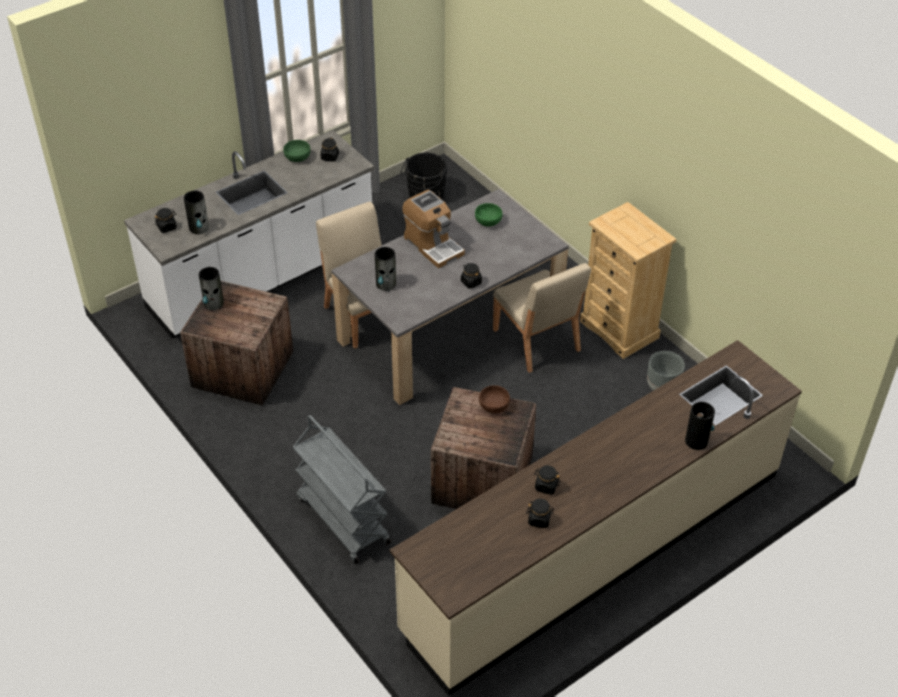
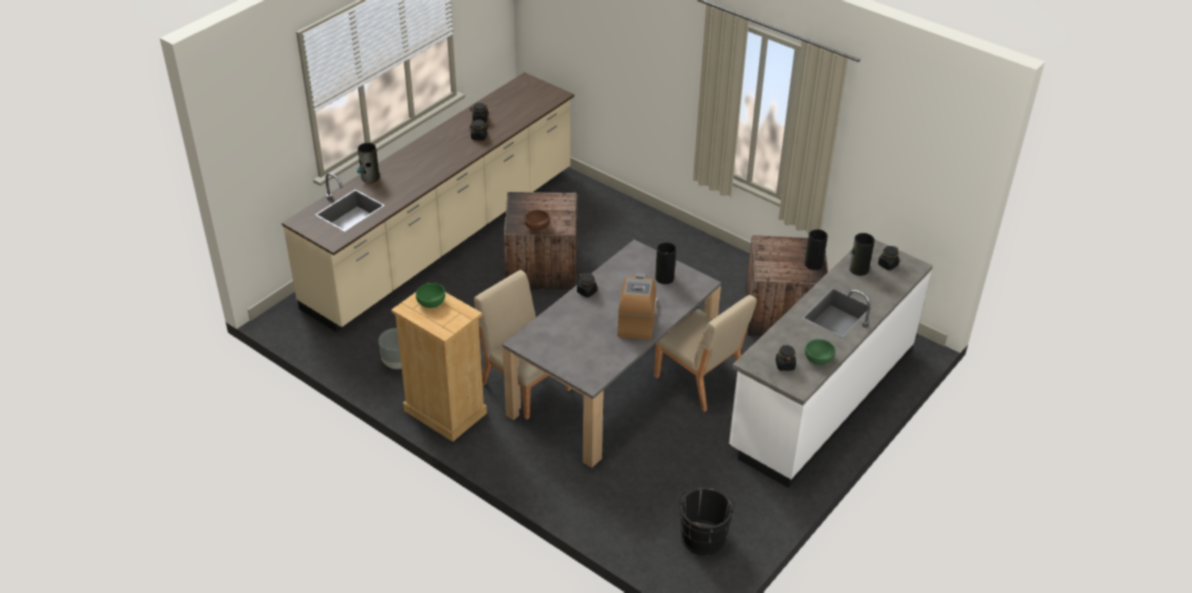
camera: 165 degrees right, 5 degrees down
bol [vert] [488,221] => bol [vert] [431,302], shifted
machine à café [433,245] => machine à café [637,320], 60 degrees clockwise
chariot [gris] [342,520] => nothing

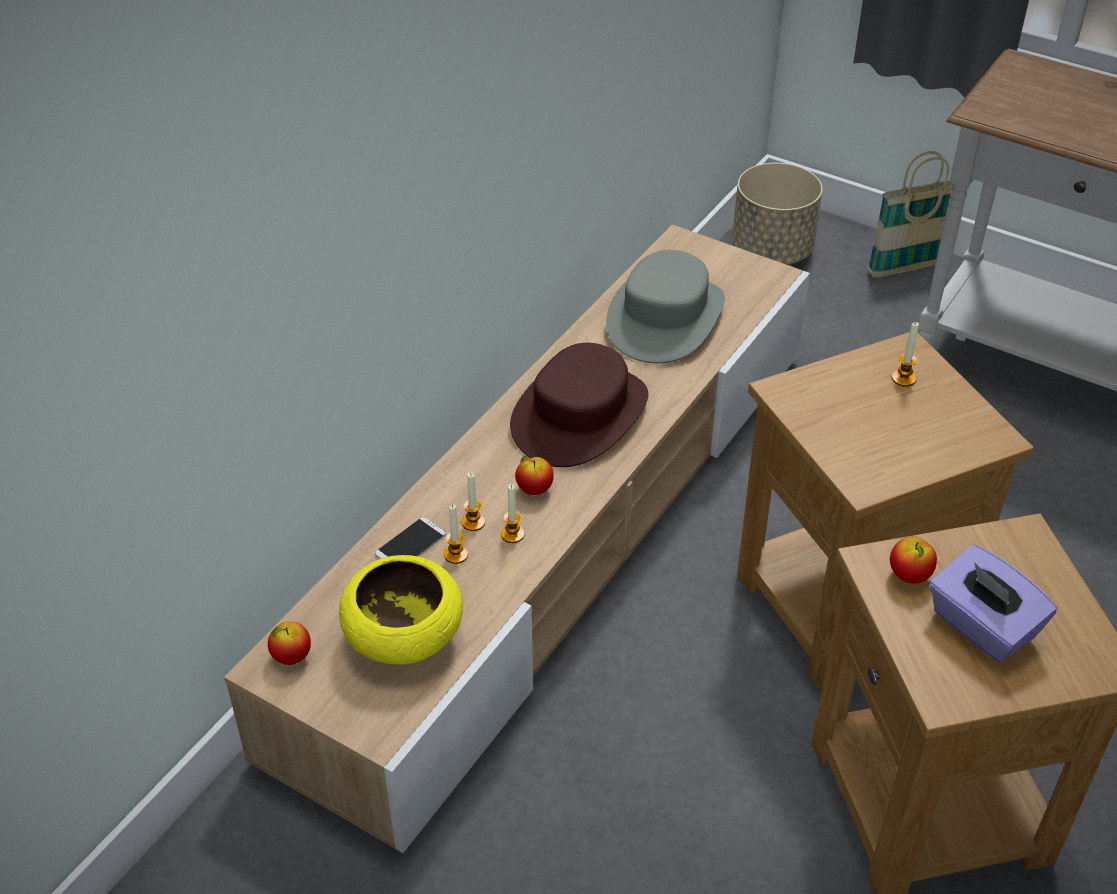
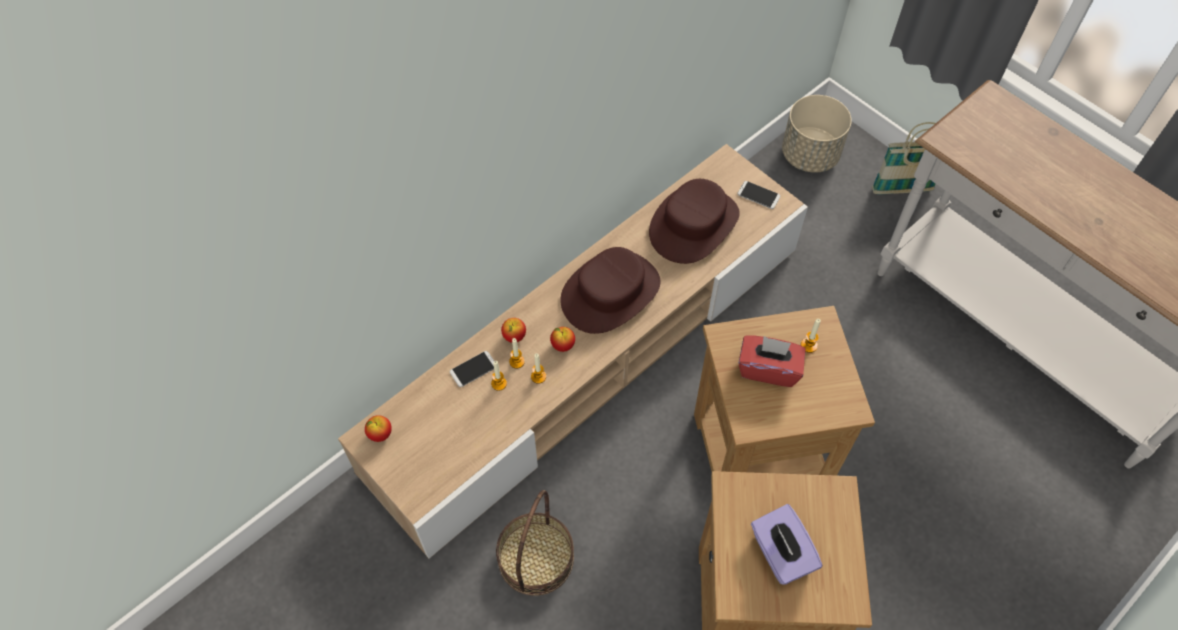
camera: 15 degrees right, 15 degrees up
nothing => panier [536,558]
pomme [909,576] => pomme [514,336], shifted
chapeau [gris] [664,317] => chapeau [marron] [693,224]
nothing => téléphone [758,195]
nothing => boîte à mouchoirs [rouge] [768,369]
bol [jaune] [405,637] => nothing

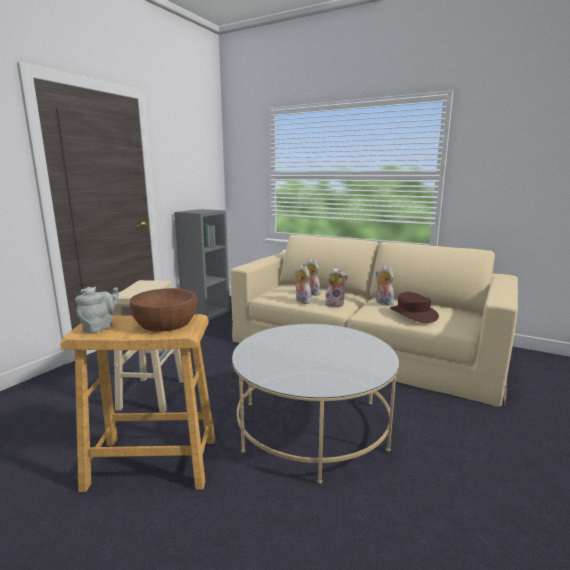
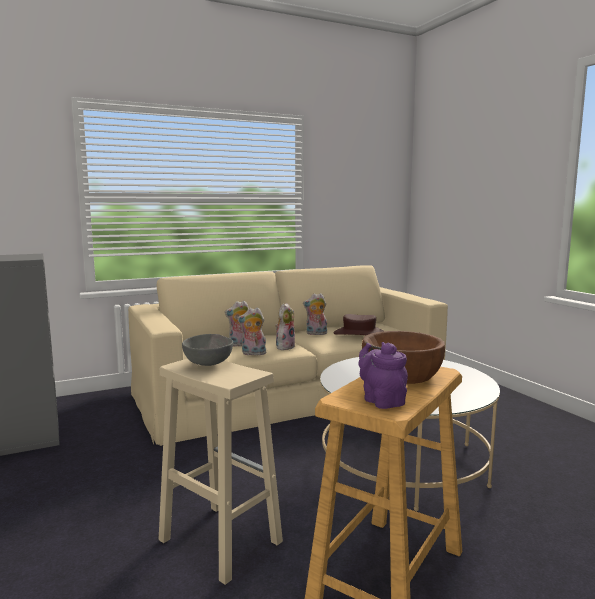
camera: 55 degrees left, 5 degrees down
nothing => bol [gris] [209,363]
théière [gris] [100,327] => théière [violet] [381,400]

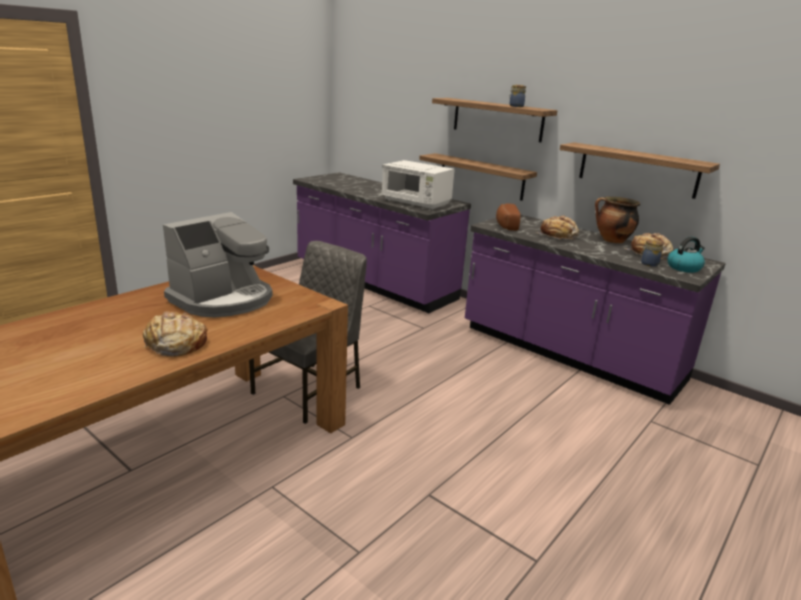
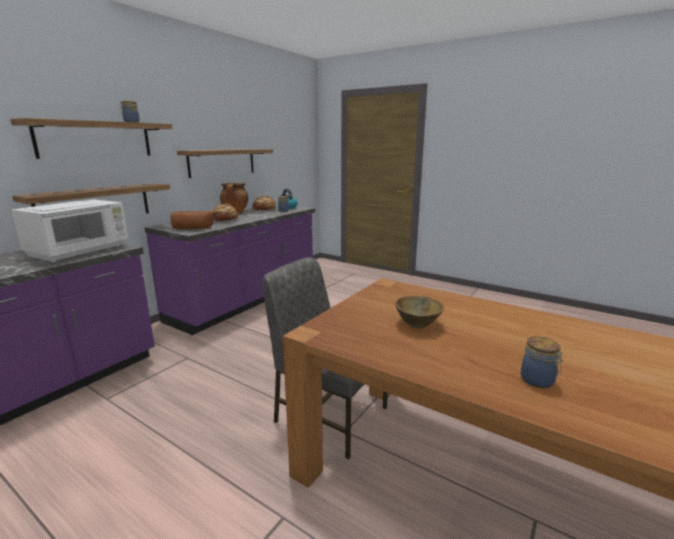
camera: 95 degrees left, 5 degrees down
machine à café [223,299] => bol [marron] [418,324]
nothing => bocal [538,381]
pain [175,344] => nothing

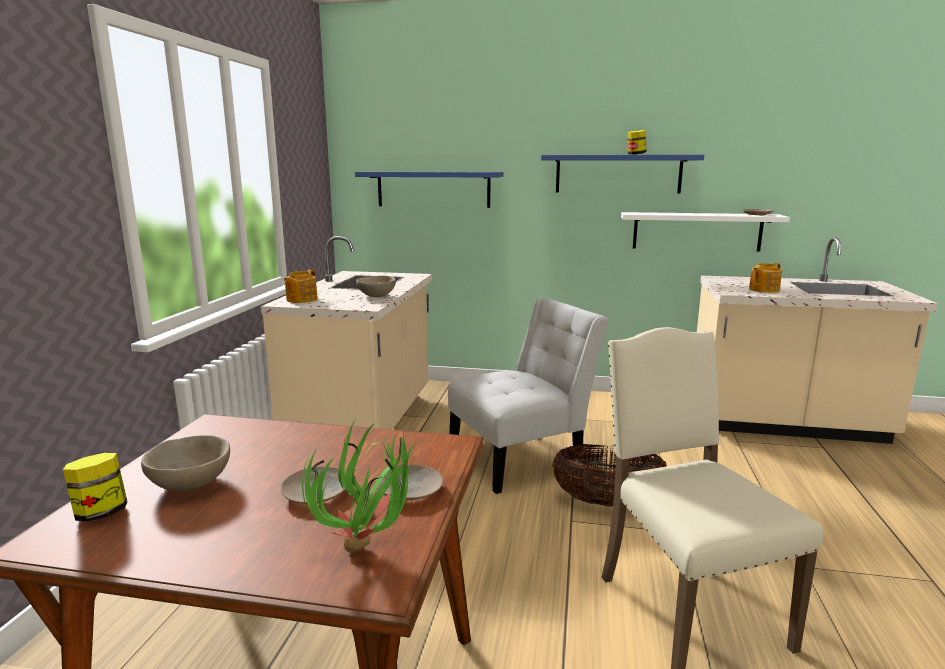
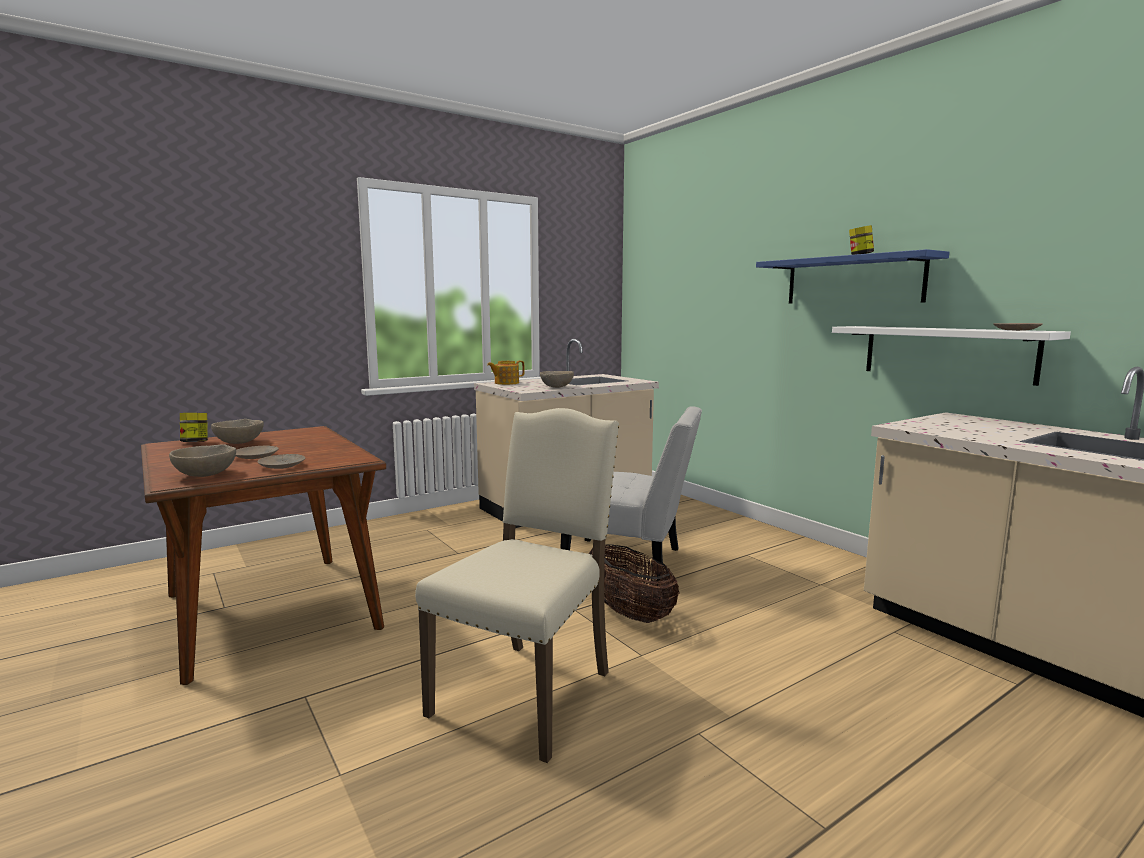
camera: 45 degrees right, 5 degrees down
plante en pot [371,550] => bol [beige] [206,475]
étagère [bleu] [433,189] => nothing
théière [763,290] => nothing

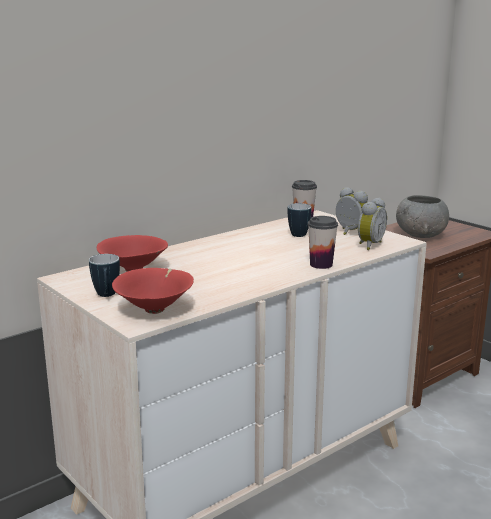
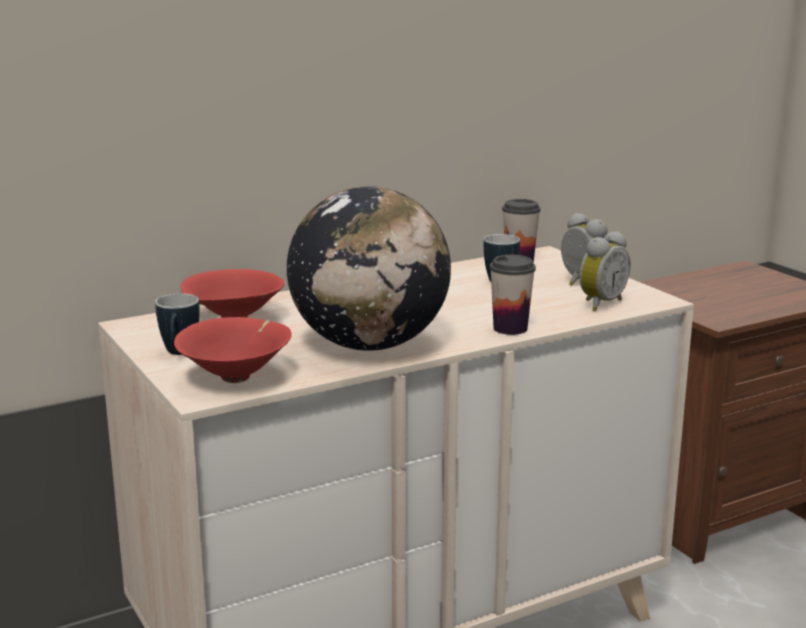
camera: 10 degrees right, 0 degrees up
nothing => globe [369,345]
bol [gris] [421,235] => nothing

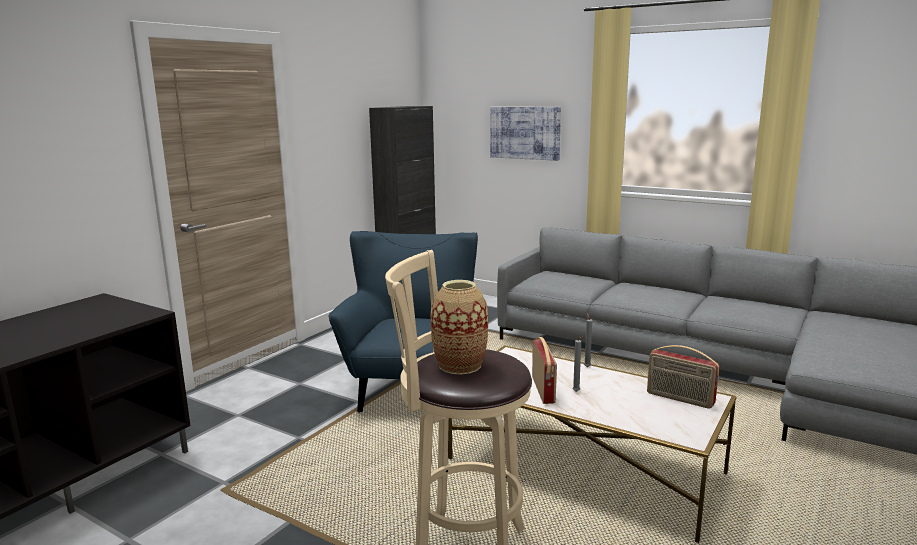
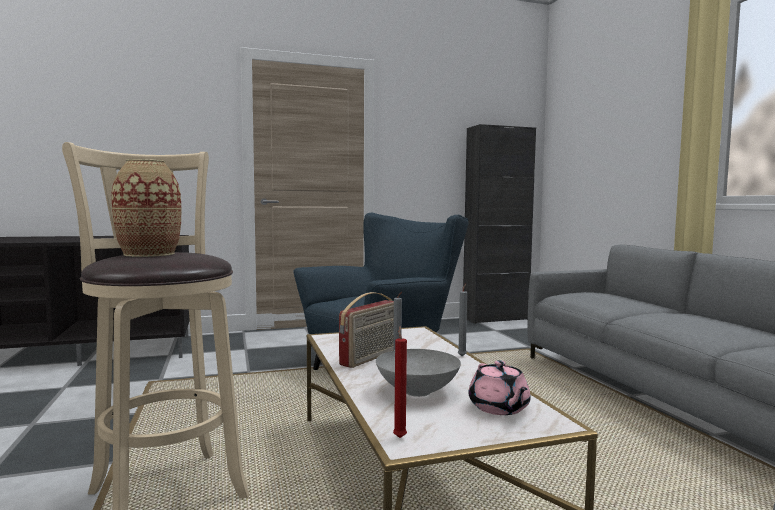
camera: 40 degrees right, 10 degrees down
nothing => bol [gris] [418,392]
nothing => bougie [rouge] [400,437]
radio [679,399] => théière [rose] [499,408]
tableau [525,133] => nothing

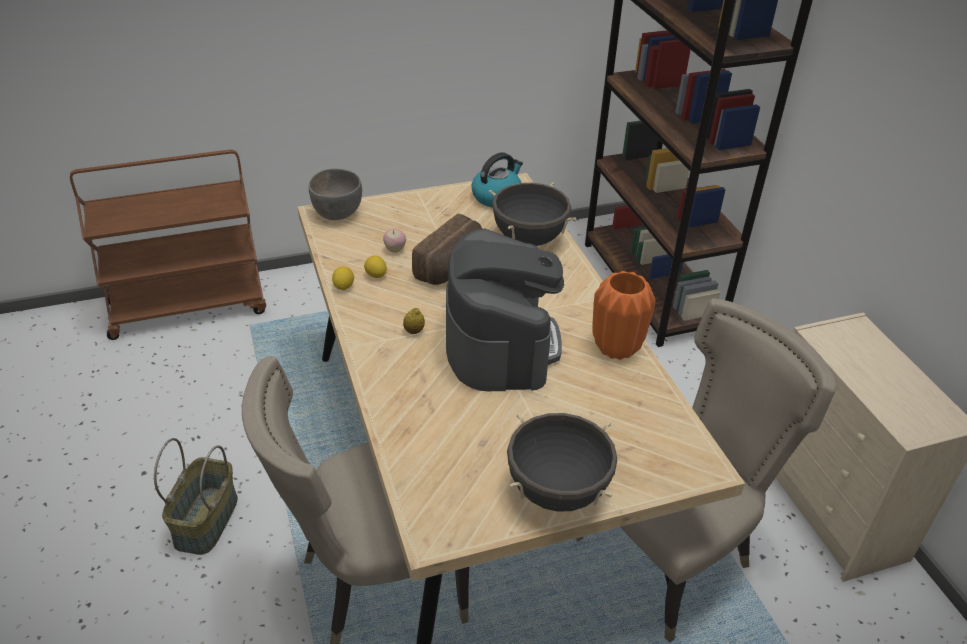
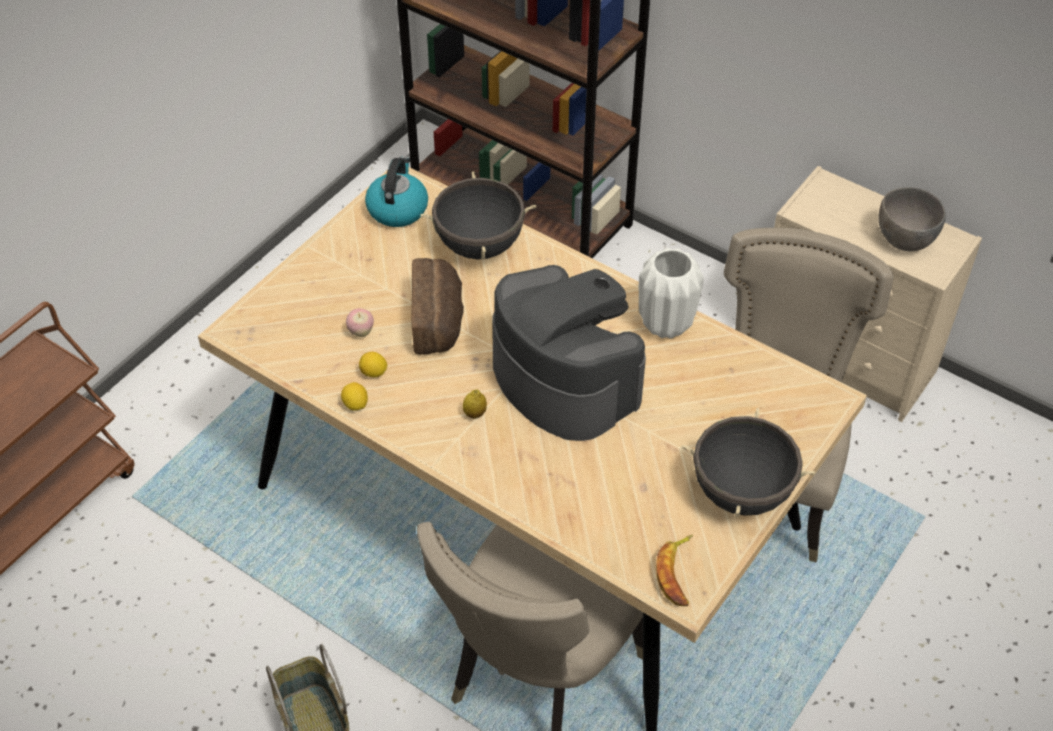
camera: 35 degrees left, 10 degrees up
vase [orange] [616,348] => vase [blanc] [666,325]
nothing => banane [677,574]
bol [gris] [337,213] => bol [gris] [904,239], shifted

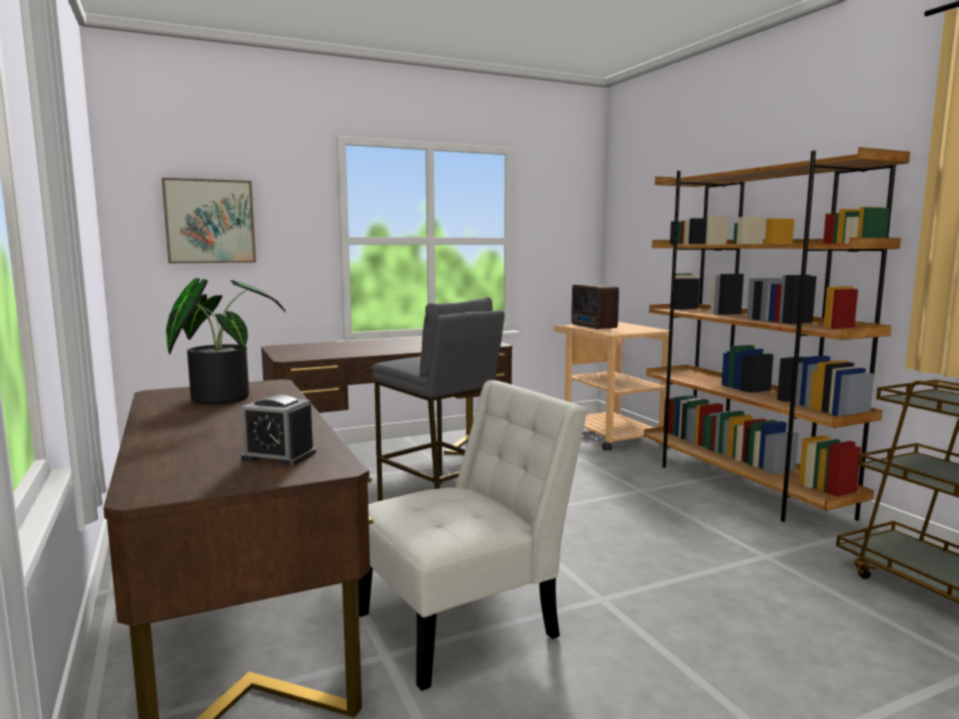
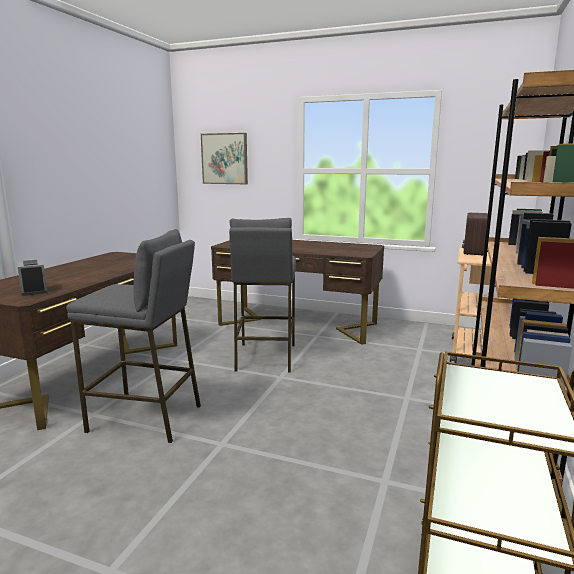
camera: 45 degrees right, 5 degrees up
chaise [blanc] [466,621] => tabouret [gris] [146,418]
plante en pot [222,397] => nothing

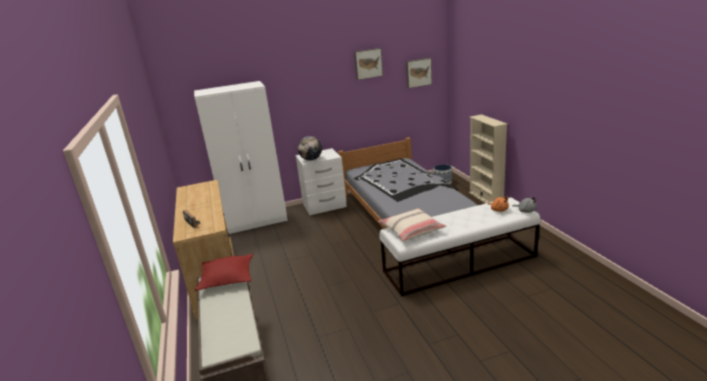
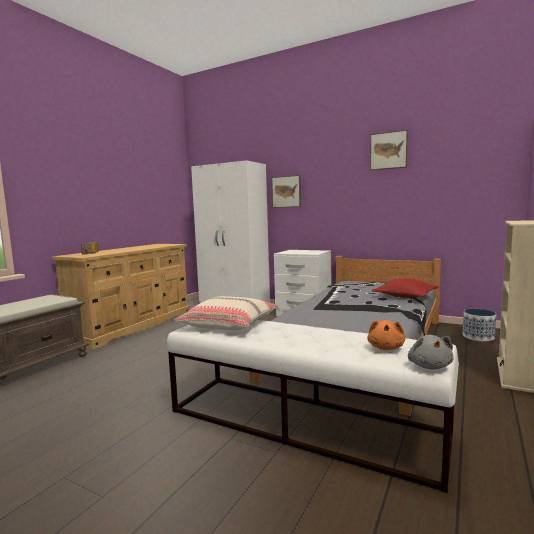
camera: 45 degrees right, 15 degrees down
tableau [418,72] => tableau [287,191], shifted
coussin [rouge] [227,278] => coussin [rouge] [405,296], shifted
globe [311,159] => nothing

